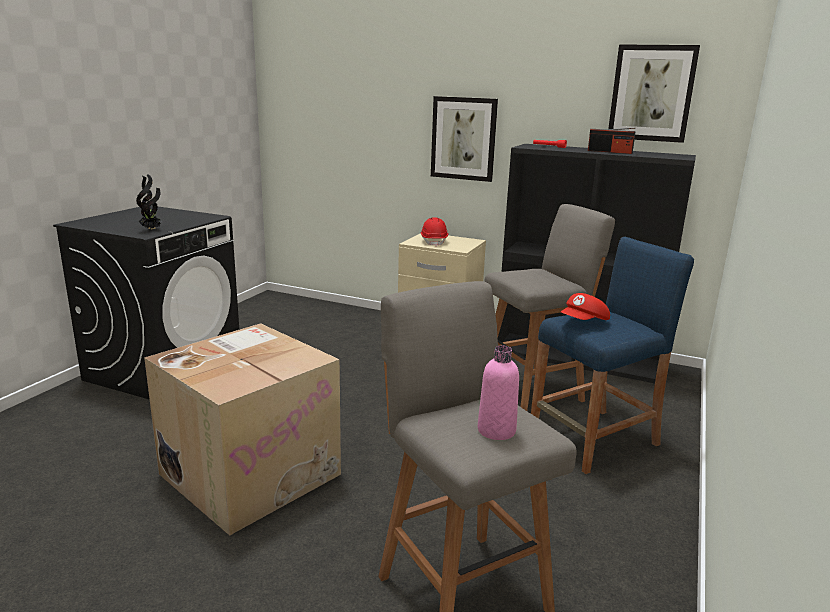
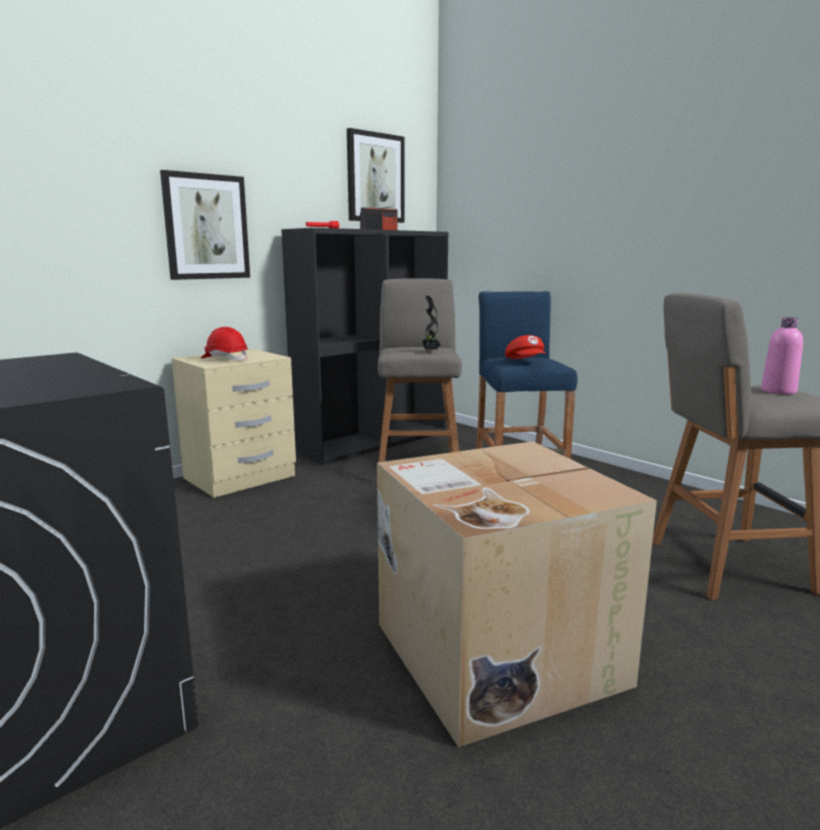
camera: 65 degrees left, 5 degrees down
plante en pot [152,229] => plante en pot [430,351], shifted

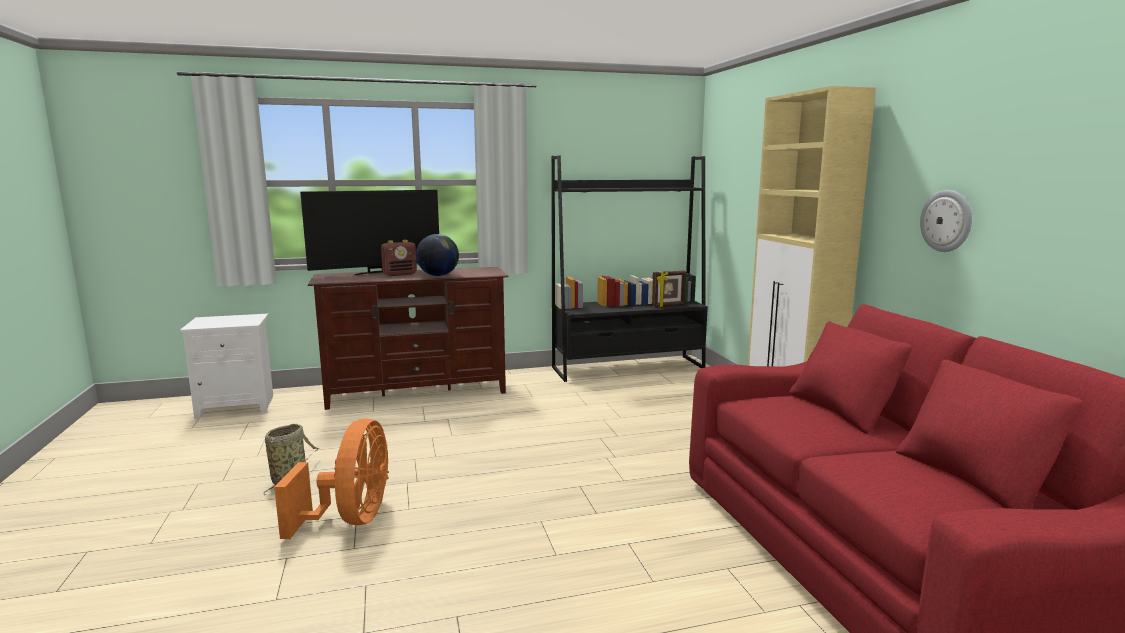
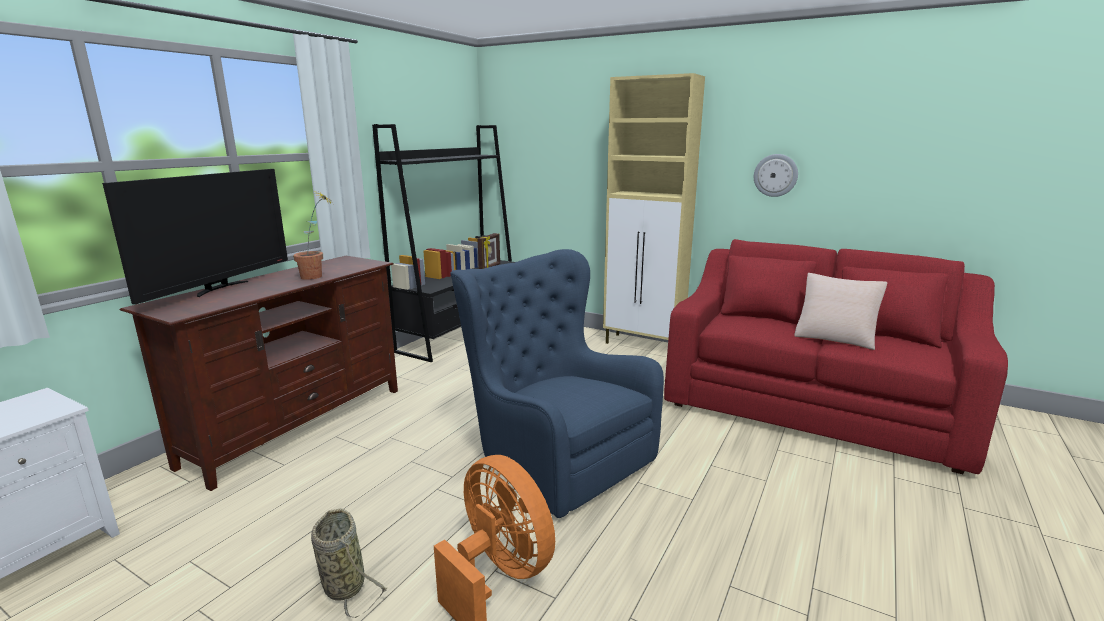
camera: 45 degrees left, 5 degrees up
globe [438,275] => plante en pot [318,276]
nothing => fauteuil [bleu] [552,456]
nothing => coussin [beige] [835,337]
radio [400,274] => nothing

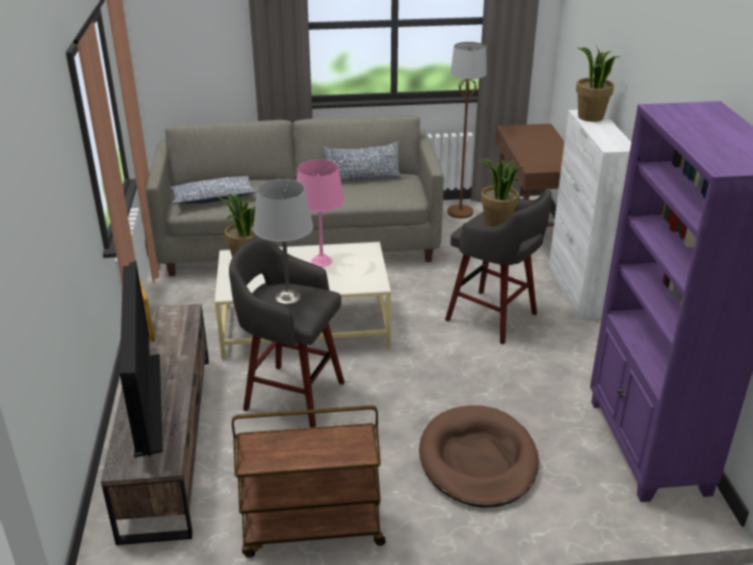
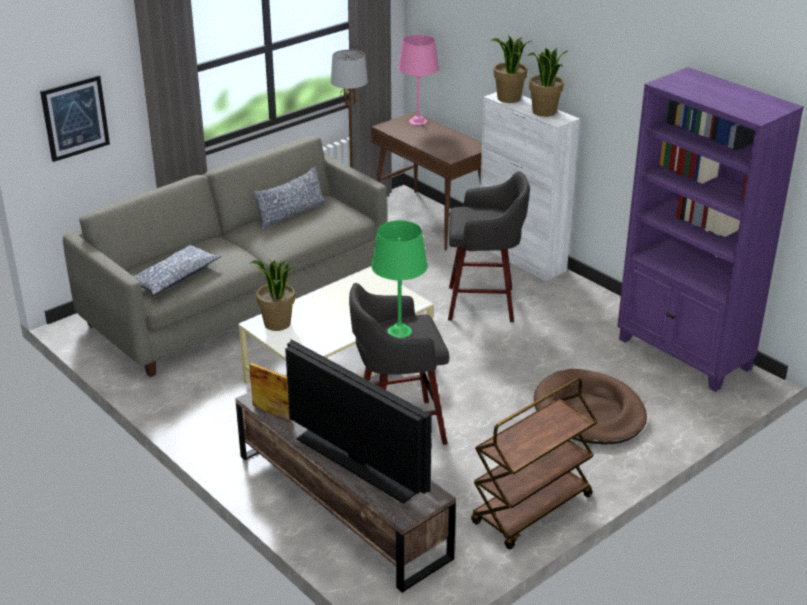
camera: 35 degrees left, 0 degrees up
nothing => tableau [75,117]
lampe de table [gris] [287,297] => lampe de table [vert] [399,331]
lampe de table [rose] [322,261] => lampe de table [rose] [418,121], shifted
plante en pot [497,226] => plante en pot [544,112], shifted

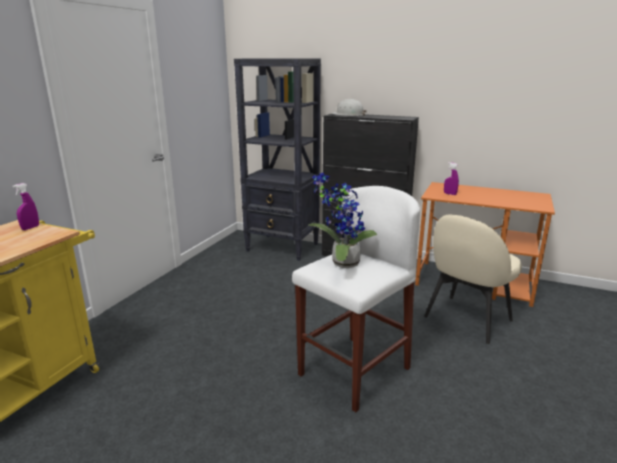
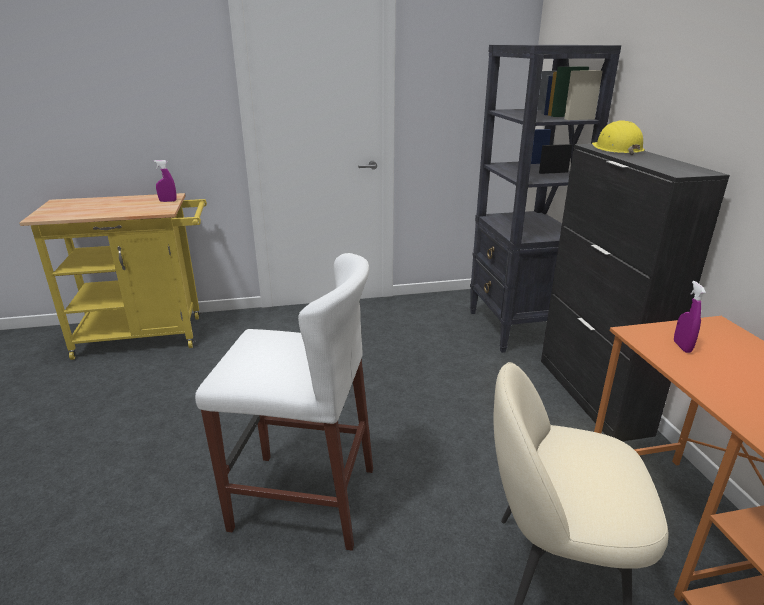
camera: 55 degrees right, 5 degrees up
casque de chantier [blanc] [348,115] => casque de chantier [jaune] [616,149]
plante en pot [341,263] => nothing

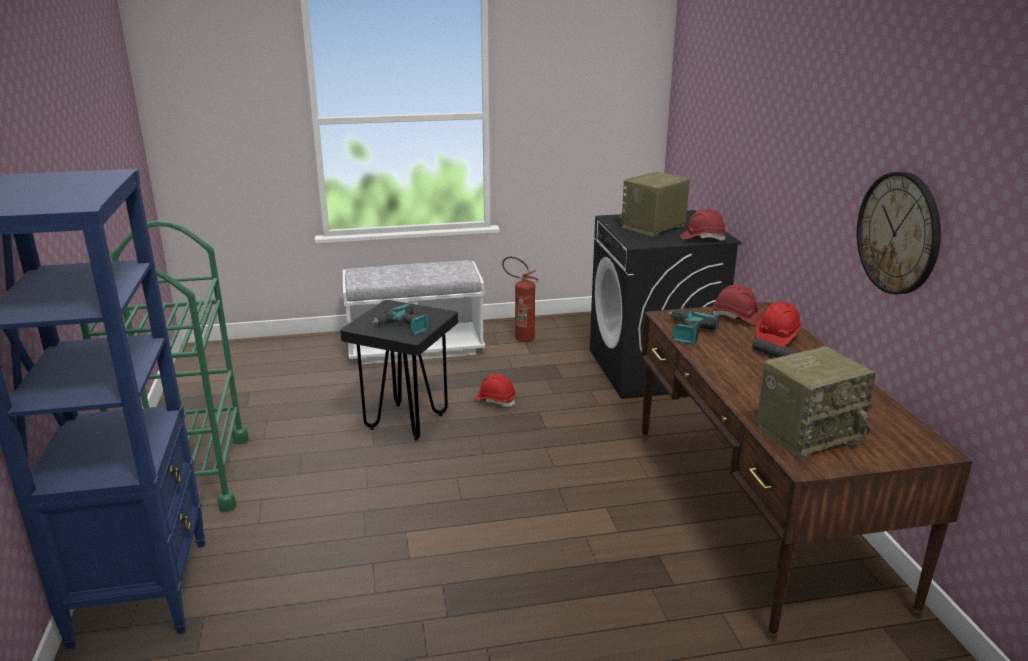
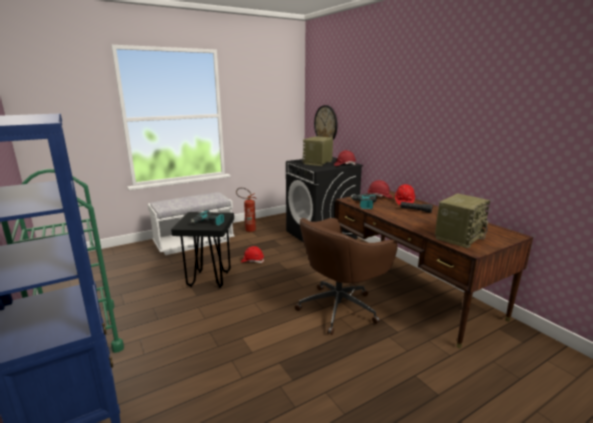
camera: 20 degrees left, 5 degrees down
nothing => chaise de bureau [marron] [340,307]
horloge murale [898,233] => horloge murale [326,124], shifted

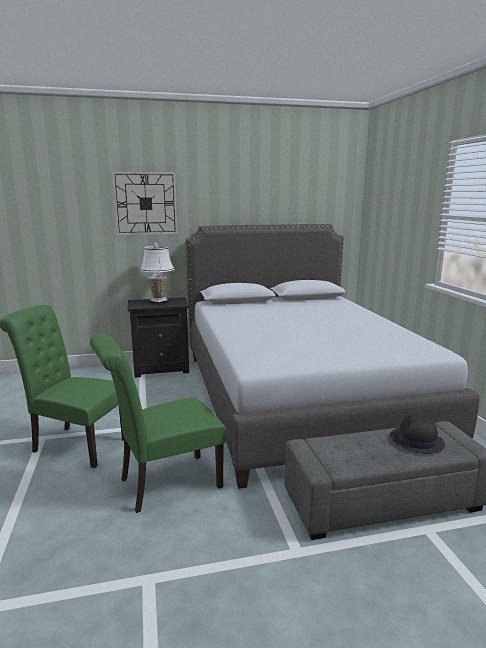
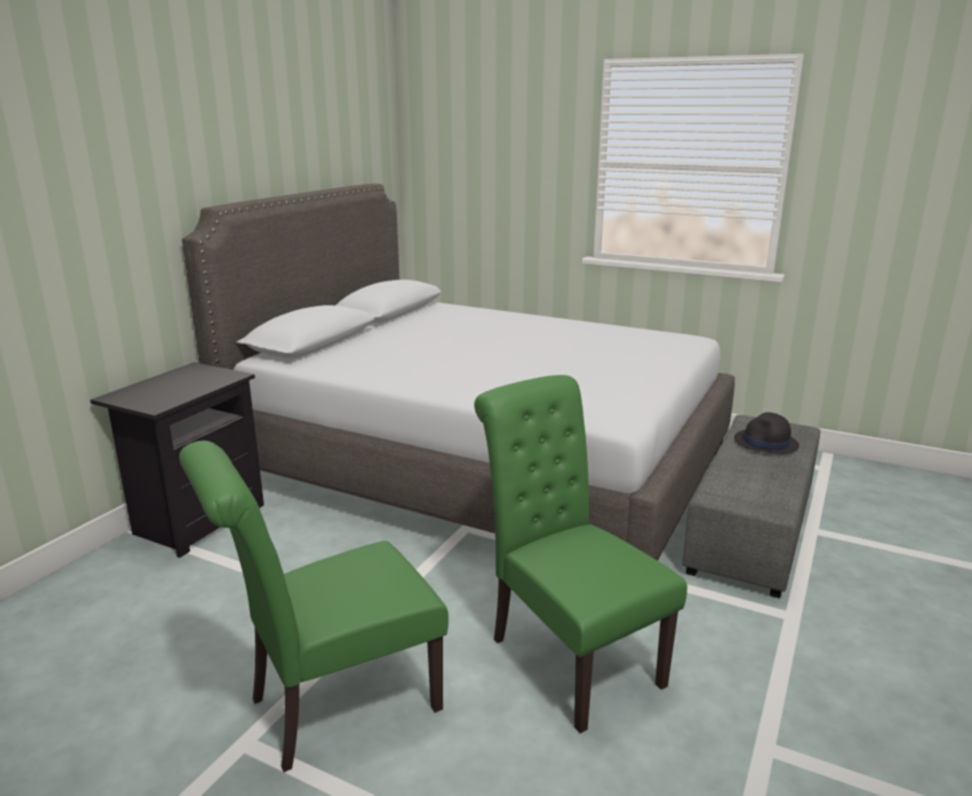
camera: 50 degrees left, 5 degrees up
chaise [vert] [164,484] => chaise [vert] [567,656], 135 degrees clockwise
horloge murale [145,203] => nothing
lampe de table [blanc] [159,302] => nothing

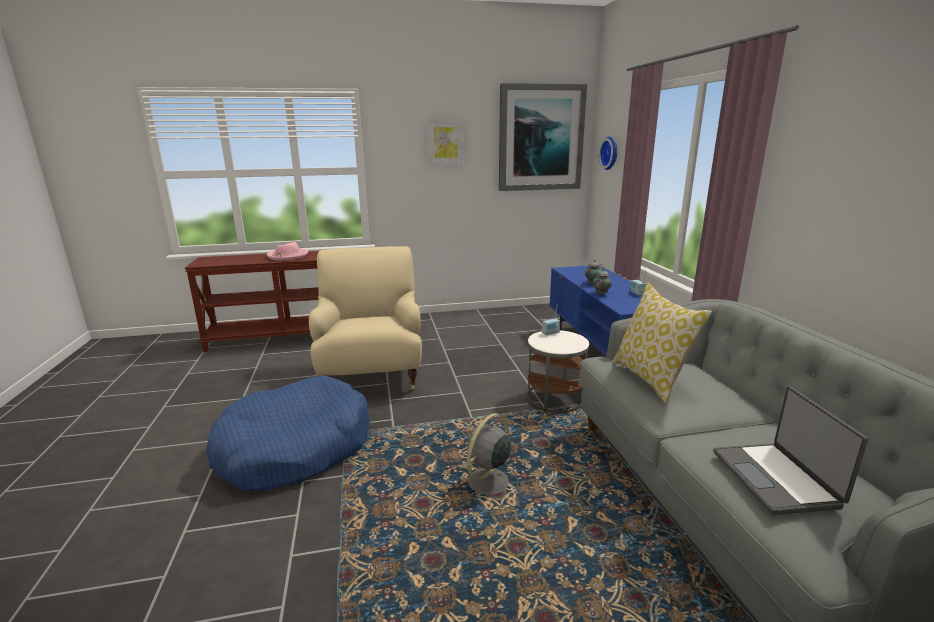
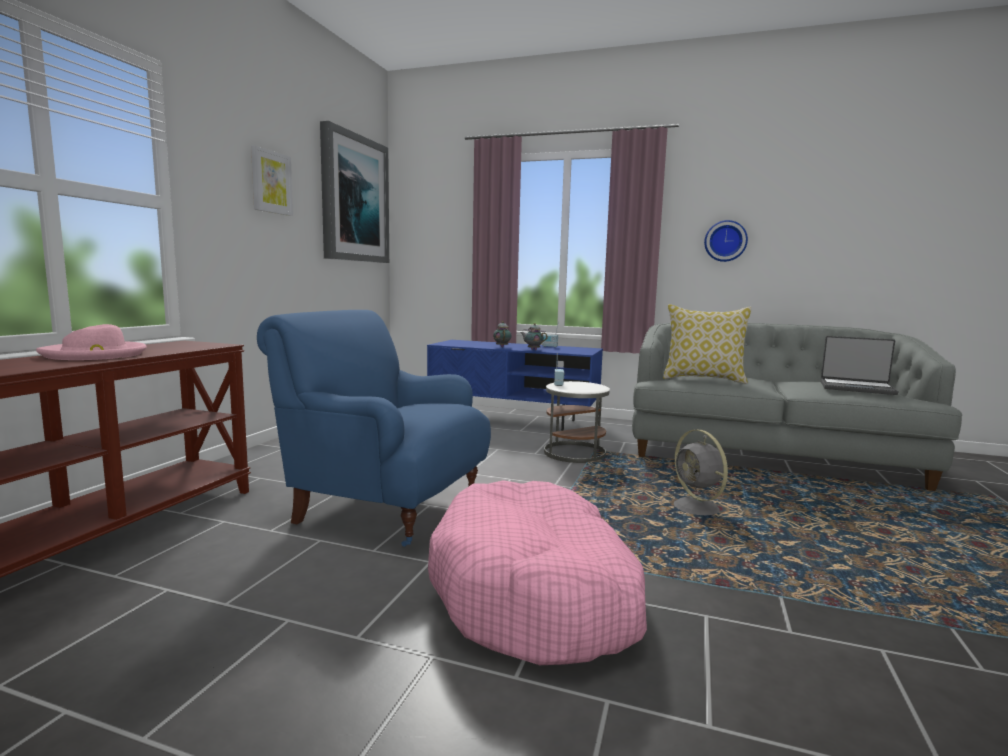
camera: 60 degrees left, 10 degrees down
fauteuil [beige] [372,374] => fauteuil [bleu] [385,507]
panier pour chien [bleu] [295,448] => panier pour chien [rose] [536,593]
horloge murale [610,153] => horloge murale [725,241], shifted

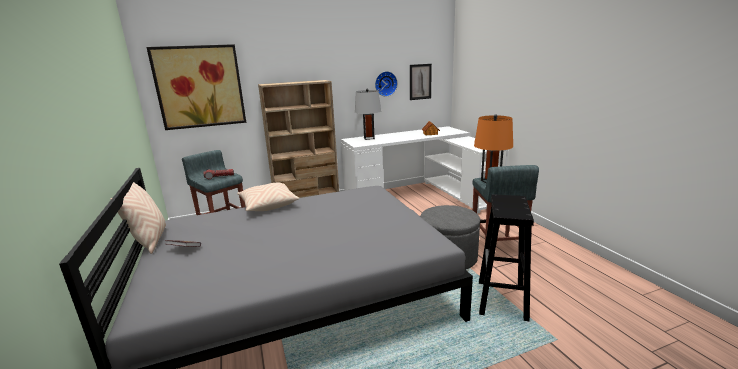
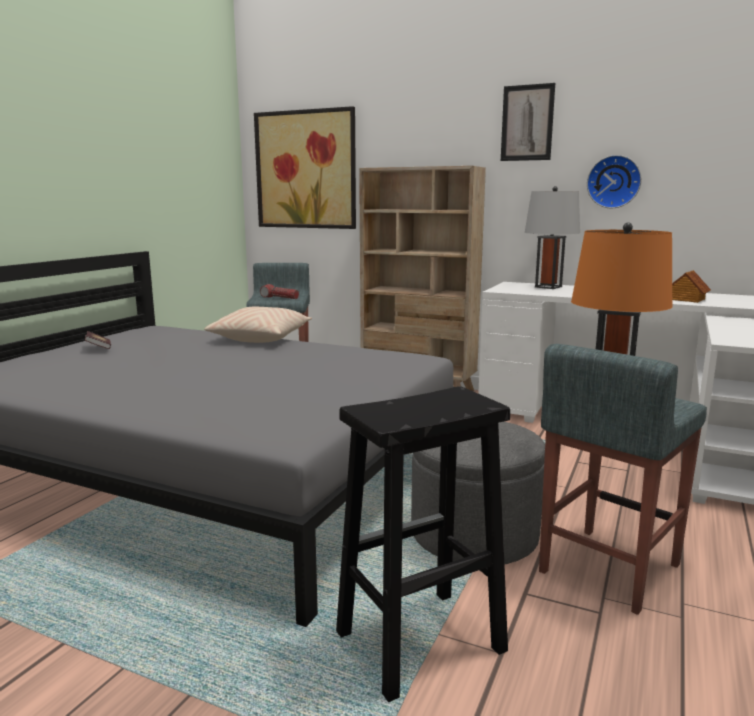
camera: 45 degrees right, 5 degrees down
tableau [420,82] => tableau [527,123], shifted
coussin [beige] [150,241] => nothing

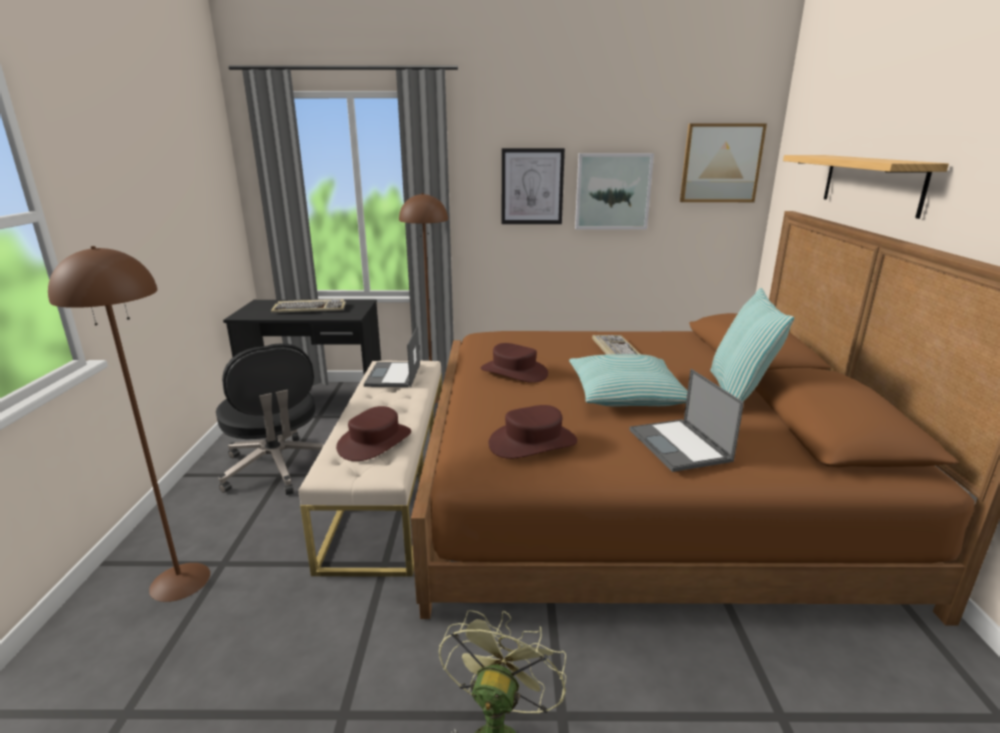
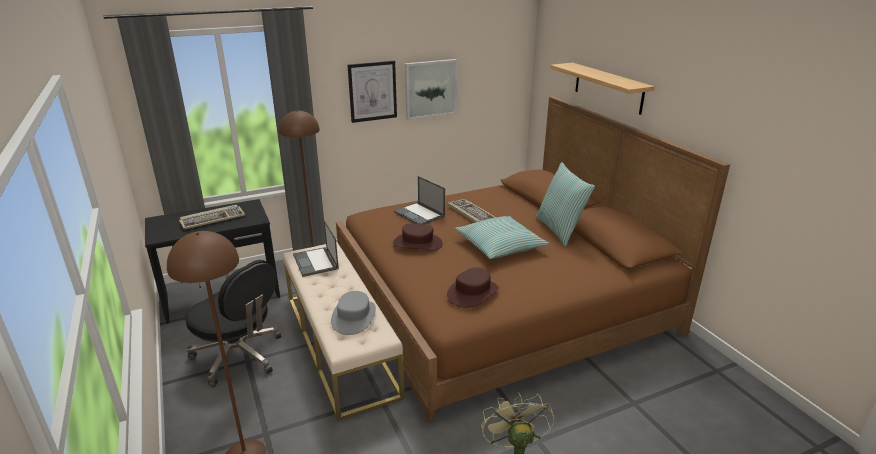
camera: 25 degrees left, 5 degrees up
chapeau [marron] [375,442] => chapeau [gris] [354,317]
ordinateur portable [680,445] => ordinateur portable [419,214], shifted
tableau [721,163] => nothing

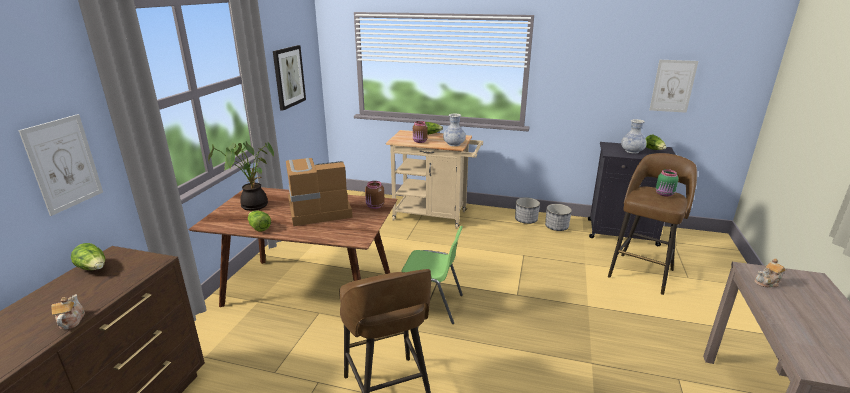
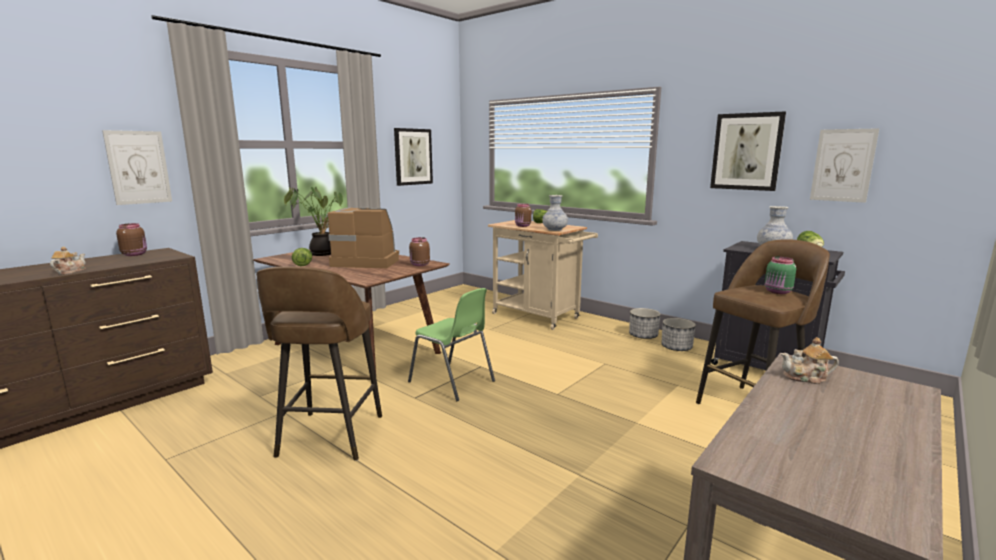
camera: 25 degrees right, 10 degrees down
laitue [93,268] => bocal [marron] [135,254]
nothing => tableau [746,151]

